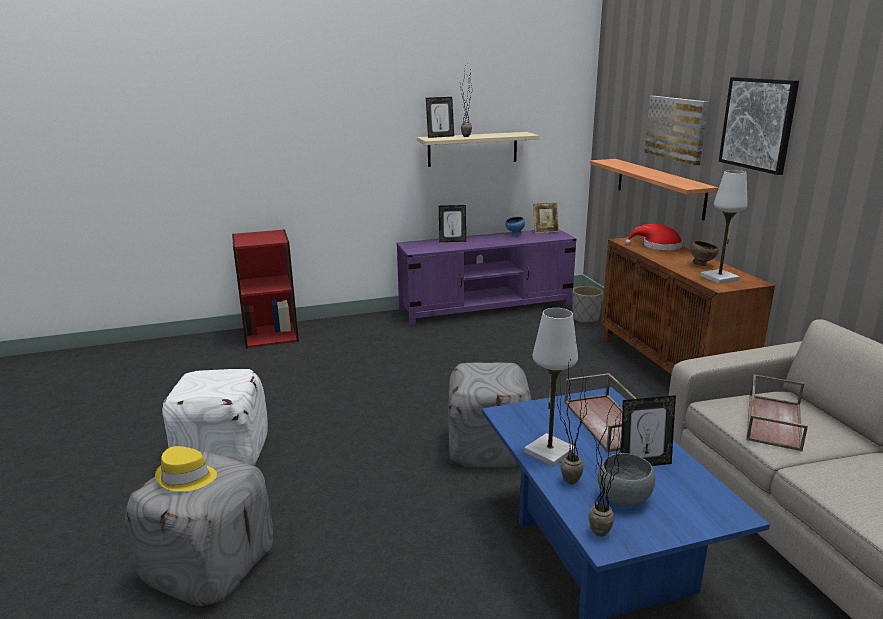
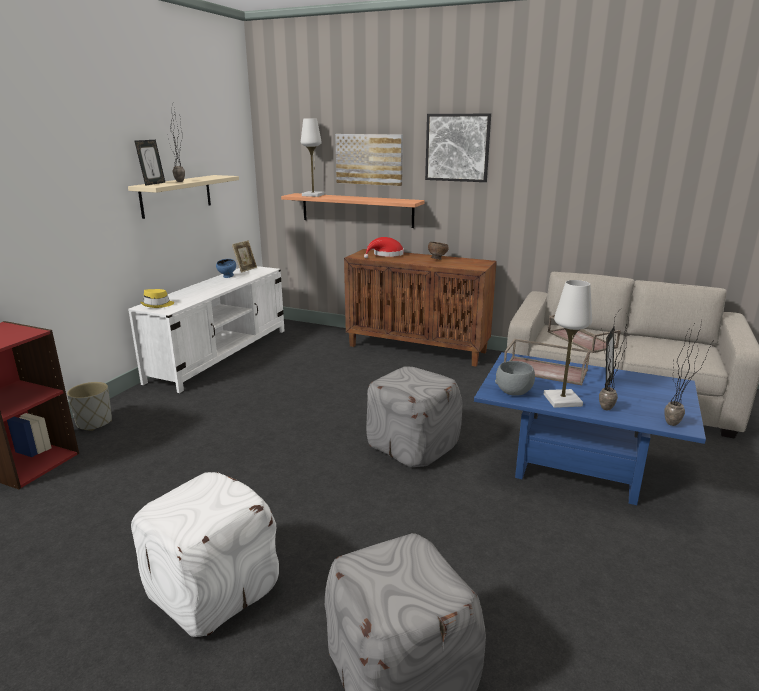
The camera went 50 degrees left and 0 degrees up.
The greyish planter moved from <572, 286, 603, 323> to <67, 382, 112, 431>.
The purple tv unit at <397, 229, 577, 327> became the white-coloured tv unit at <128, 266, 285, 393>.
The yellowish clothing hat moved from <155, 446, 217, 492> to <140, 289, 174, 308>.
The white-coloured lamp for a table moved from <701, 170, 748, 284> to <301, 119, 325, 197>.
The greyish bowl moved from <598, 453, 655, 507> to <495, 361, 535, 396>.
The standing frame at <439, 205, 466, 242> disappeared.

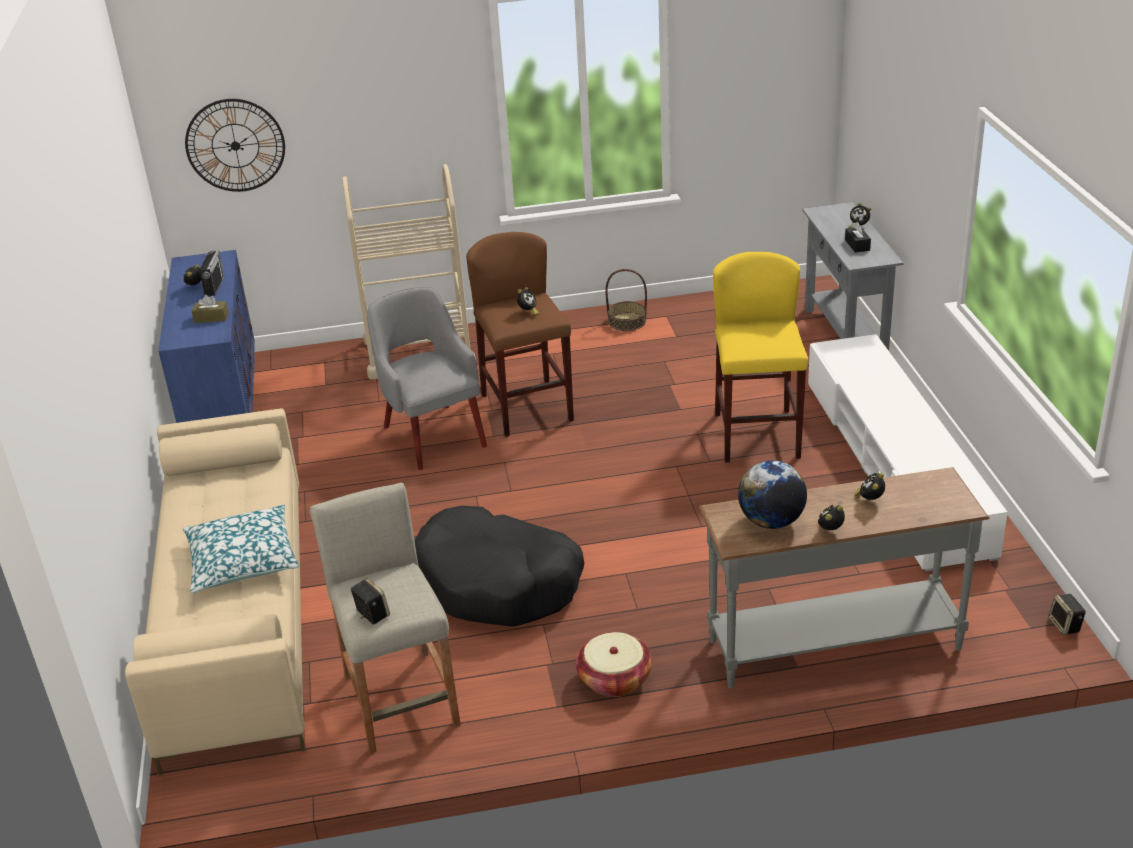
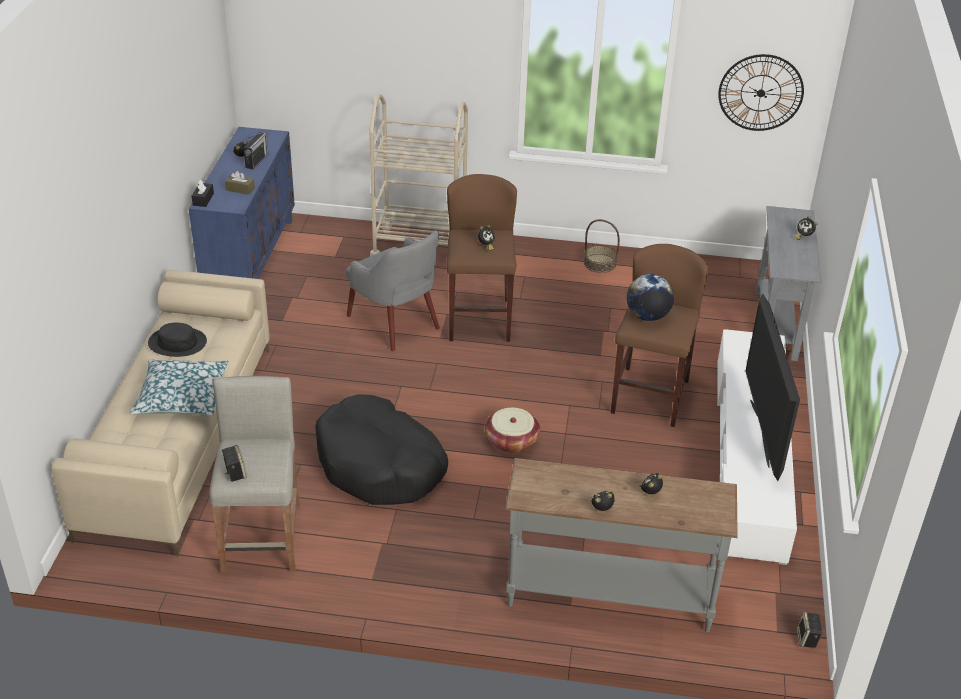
The camera went 15 degrees right and 5 degrees up.
The black-coloured clothing hat at <148, 323, 207, 357> appeared.
The black-coloured tissue box moved from <845, 222, 871, 253> to <192, 180, 214, 207>.
The greyish armchair at <367, 287, 487, 470> turned 150 degrees clockwise.
The basket moved from <576, 632, 652, 697> to <485, 407, 540, 453>.
The yellowish stool seat at <713, 252, 808, 463> became the brown stool seat at <611, 244, 708, 427>.
The desk globe moved from <738, 460, 807, 529> to <627, 274, 674, 321>.
The clock on the wall moved from <185, 99, 285, 192> to <718, 54, 804, 131>.
The TV set at <746, 293, 800, 481> appeared.

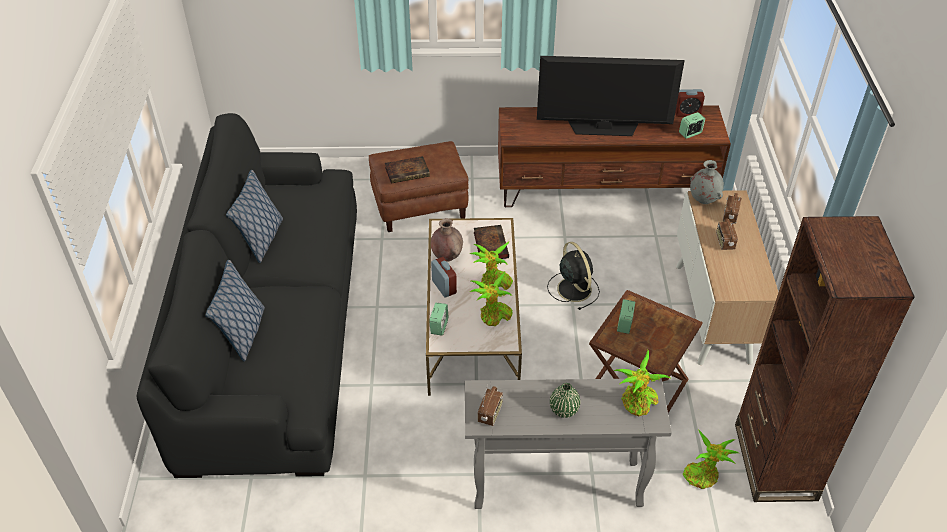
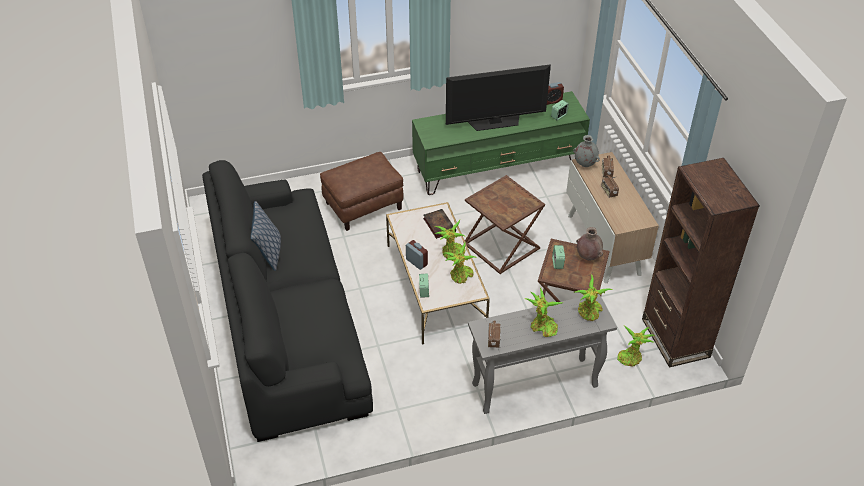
The camera went 15 degrees left and 0 degrees up.
The brown tv unit at <498, 105, 731, 207> became the green tv unit at <412, 91, 590, 195>.
The black-coloured fan at <547, 242, 600, 310> was replaced by the brown accent table at <465, 175, 545, 274>.
The green flower vase at <550, 383, 581, 418> was replaced by the houseplant at <525, 288, 564, 337>.
The brown flower vase moved from <431, 218, 463, 261> to <576, 227, 603, 260>.
The cushion at <205, 260, 265, 362> disappeared.
The volume at <385, 156, 430, 184> disappeared.

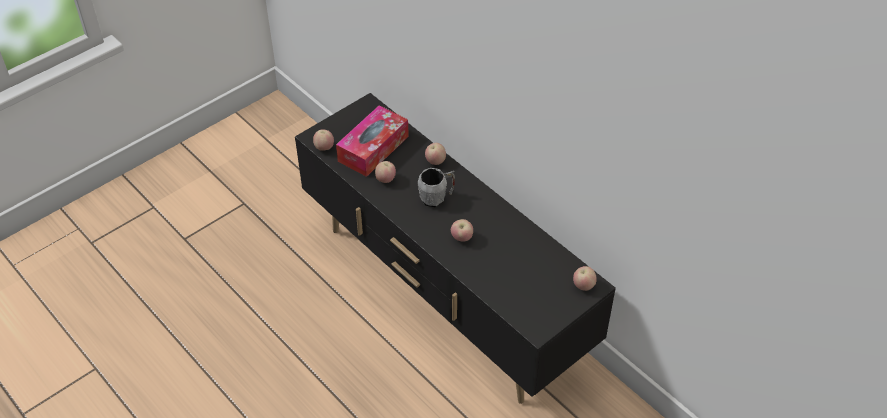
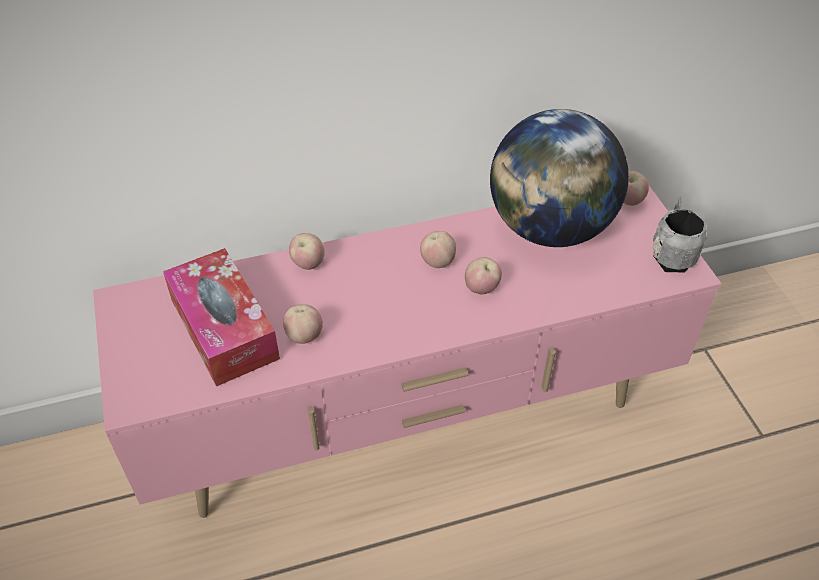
The camera went 65 degrees left and 0 degrees up.
The black-coloured tv unit at <295, 93, 616, 404> became the pinkish tv unit at <93, 186, 721, 518>.
The apple moved from <313, 129, 334, 151> to <420, 231, 456, 268>.
The desk globe at <490, 109, 629, 247> appeared.
The greyish coffee mug moved from <418, 168, 455, 208> to <653, 196, 707, 272>.

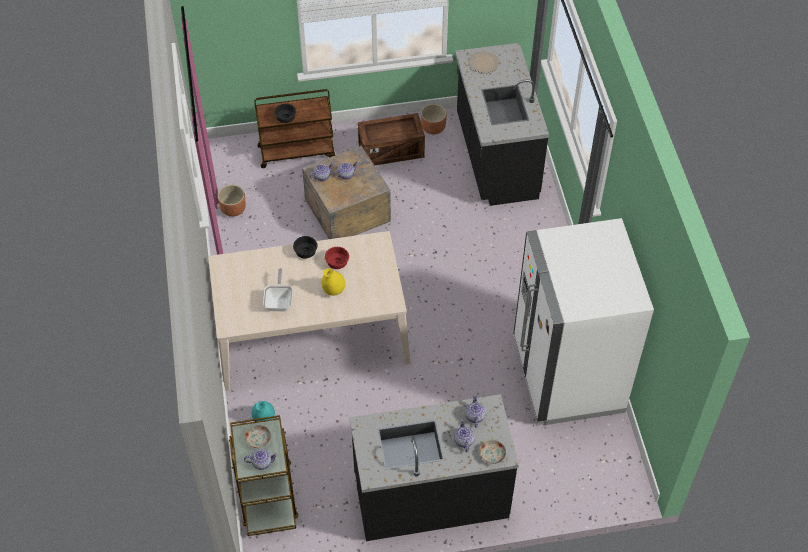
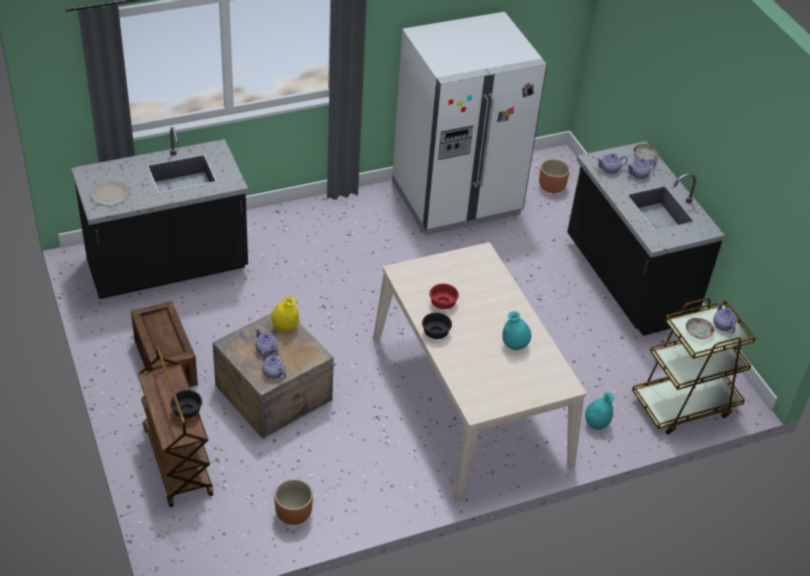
The camera went 105 degrees left and 10 degrees down.
The yellowish flower vase moved from <322, 268, 345, 296> to <271, 296, 299, 331>.
The pan at <263, 268, 293, 311> was replaced by the blue-green flower vase at <502, 311, 531, 350>.
The brown planter moved from <421, 104, 447, 134> to <539, 159, 570, 193>.

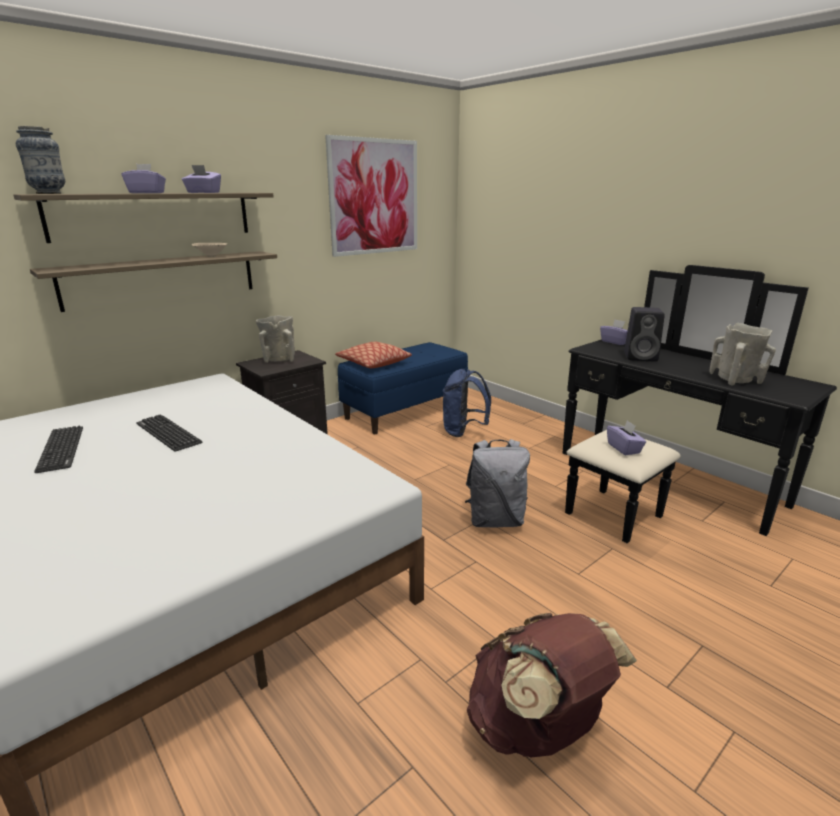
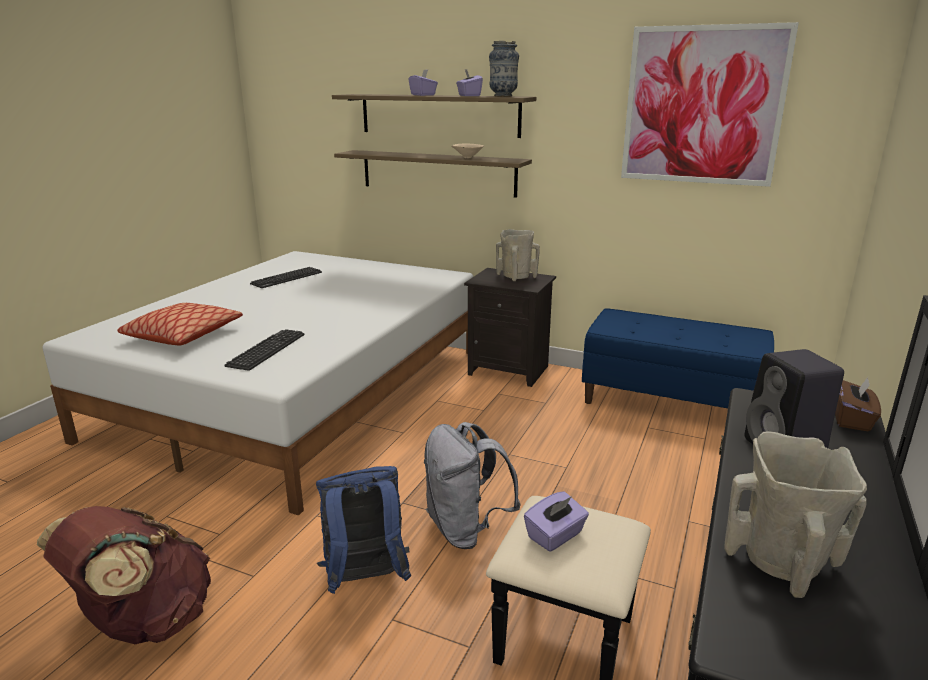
The camera went 65 degrees right and 0 degrees up.
The cushion moved from <335, 342, 412, 368> to <117, 303, 243, 346>.
The keyboard moved from <137, 415, 203, 452> to <224, 329, 305, 371>.
The blue-coloured backpack moved from <443, 369, 491, 437> to <316, 466, 412, 594>.
The flower vase moved from <16, 126, 65, 194> to <489, 41, 519, 96>.
The purple tissue box at <600, 320, 628, 345> became the brown tissue box at <835, 377, 881, 431>.

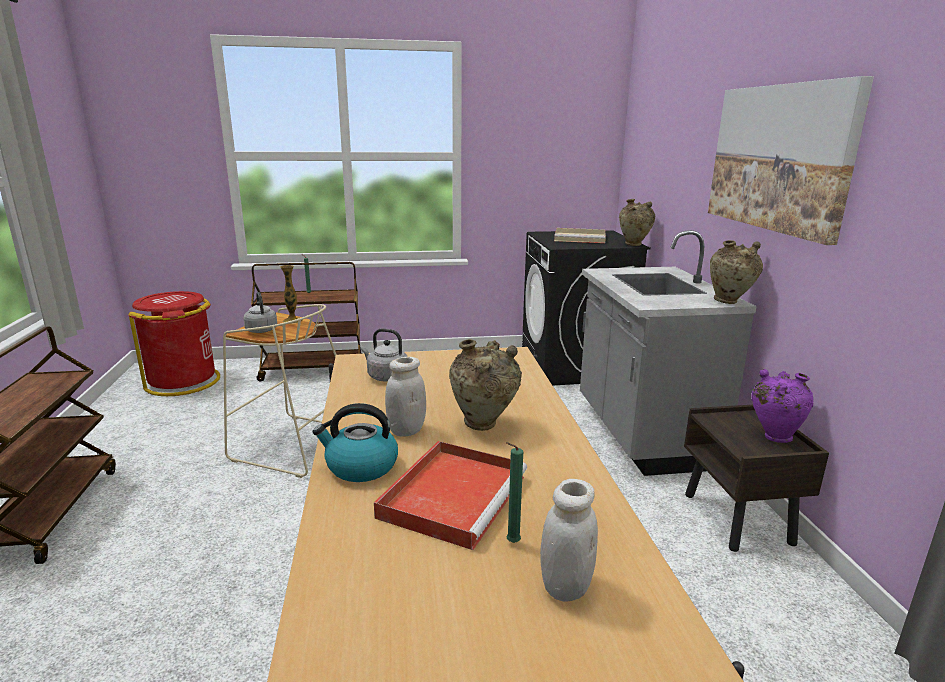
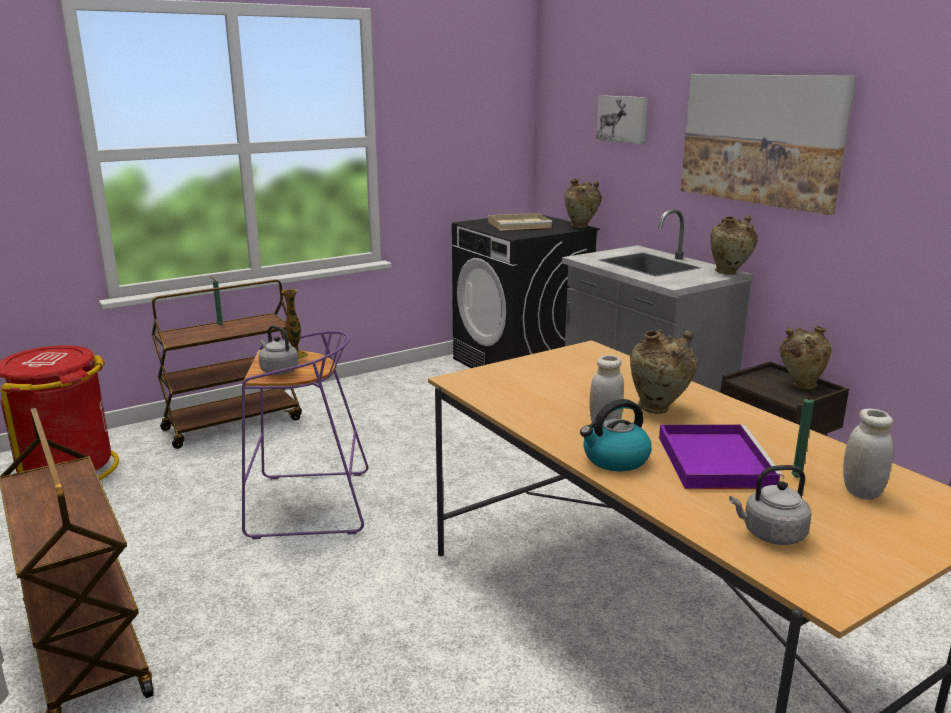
The camera went 25 degrees left and 0 degrees up.
The sand-coloured stool seat at <223, 304, 337, 478> became the purple stool seat at <242, 331, 368, 539>.
The wall picture at <596, 95, 648, 144> appeared.
The reddish carrying tray at <374, 441, 527, 550> became the purple carrying tray at <659, 424, 784, 489>.
The greyish tea kettle moved from <360, 329, 407, 382> to <729, 465, 812, 545>.
The purple flower vase at <751, 369, 813, 443> became the sand-coloured flower vase at <779, 326, 832, 389>.

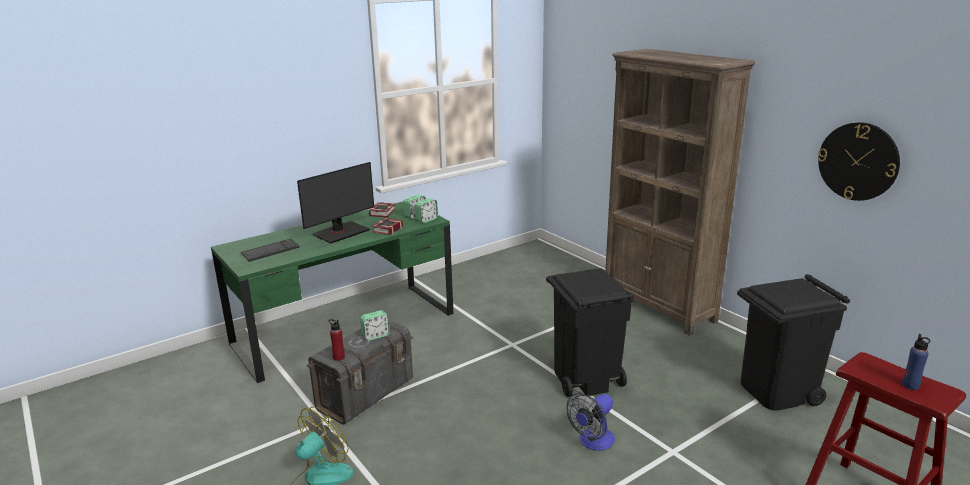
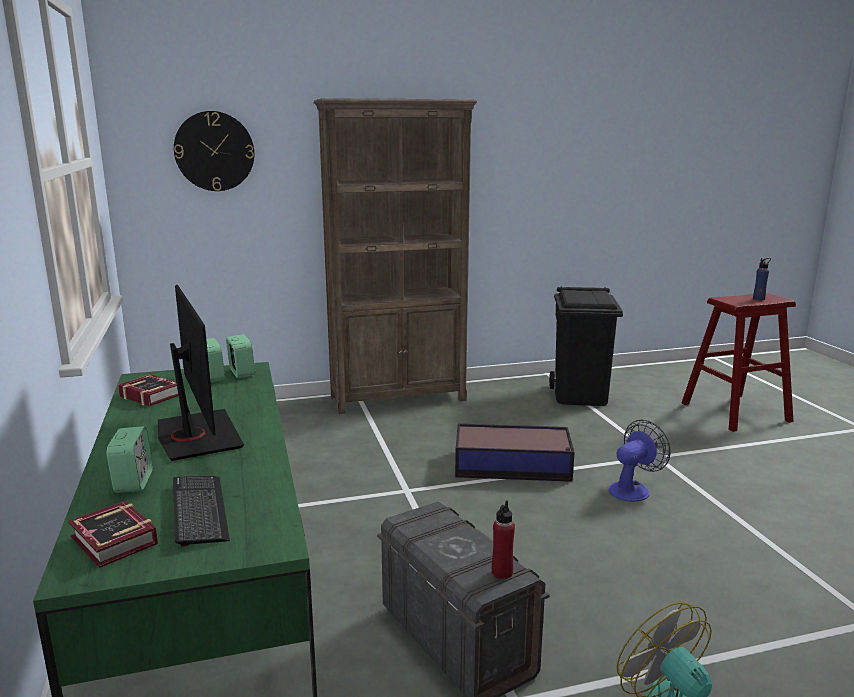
The camera went 70 degrees left and 5 degrees down.
The volume moved from <372, 218, 403, 235> to <68, 501, 158, 568>.
The bedside clock moved from <360, 310, 390, 341> to <106, 426, 153, 493>.
The clock on the wall moved from <818, 122, 900, 201> to <174, 111, 254, 191>.
The black-coloured trash can at <546, 268, 634, 397> was replaced by the storage box at <455, 424, 575, 482>.
The fan at <566, 393, 615, 451> turned 105 degrees counterclockwise.

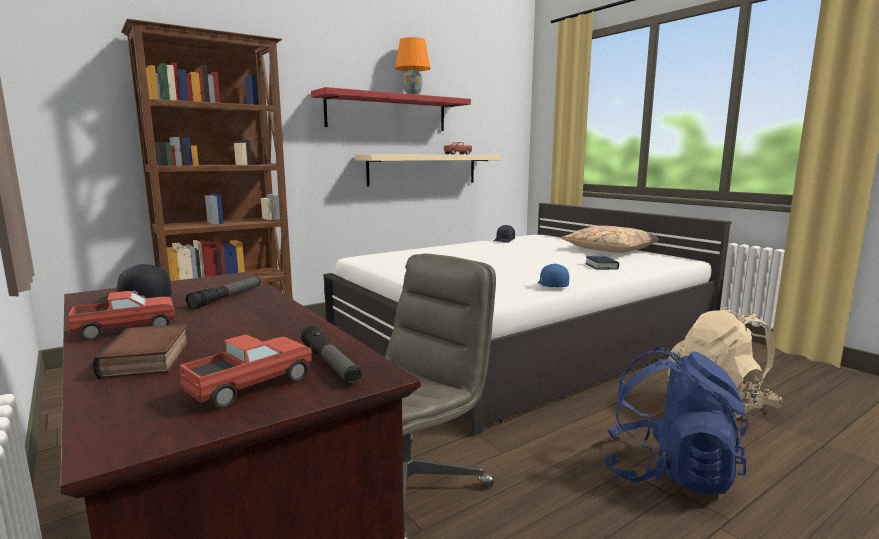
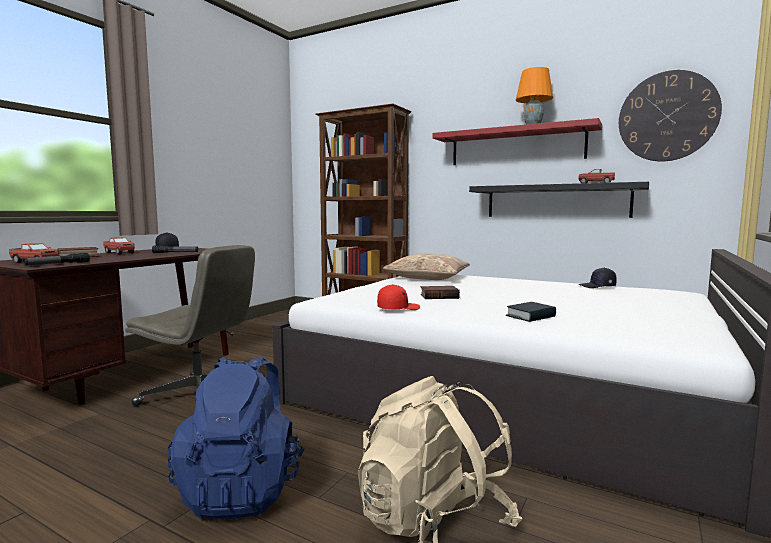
The camera went 65 degrees right and 5 degrees down.
The blue-coloured peaked cap at <538, 264, 569, 287> became the reddish peaked cap at <377, 284, 420, 310>.
The sand-coloured cushion moved from <561, 225, 659, 253> to <383, 253, 470, 280>.
The volume at <420, 286, 460, 299> appeared.
The sand-coloured bracket shelf at <355, 155, 500, 187> became the black-coloured bracket shelf at <469, 182, 649, 218>.
The clock on the wall at <619, 70, 722, 162> appeared.

